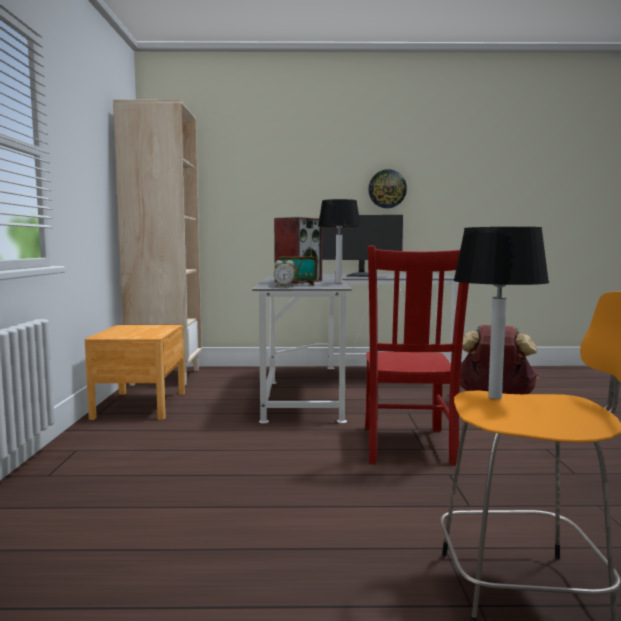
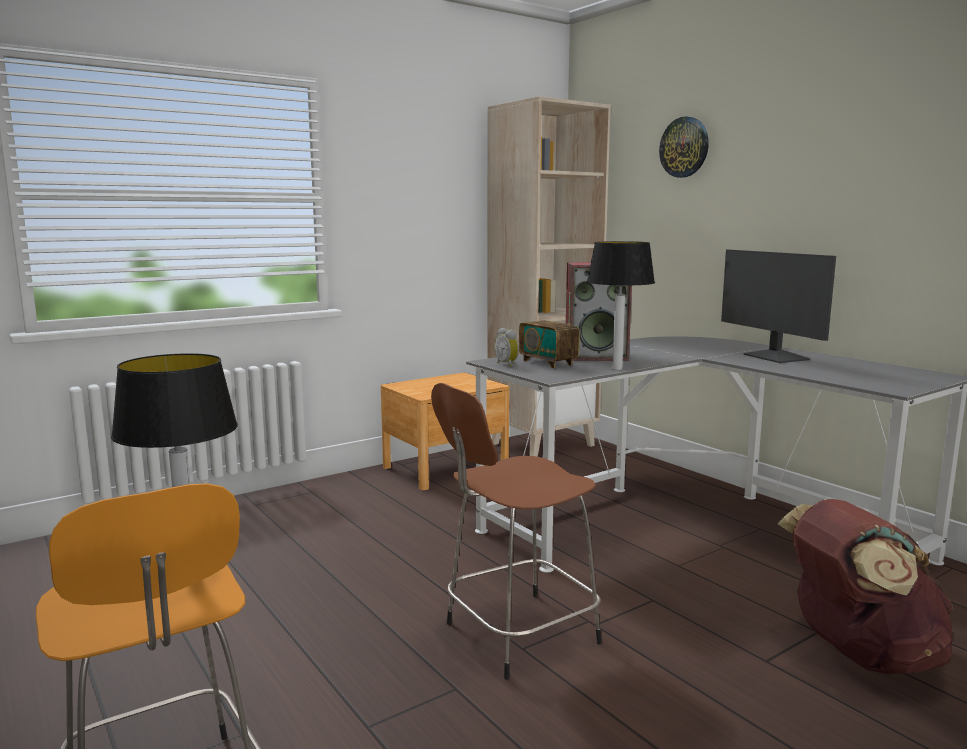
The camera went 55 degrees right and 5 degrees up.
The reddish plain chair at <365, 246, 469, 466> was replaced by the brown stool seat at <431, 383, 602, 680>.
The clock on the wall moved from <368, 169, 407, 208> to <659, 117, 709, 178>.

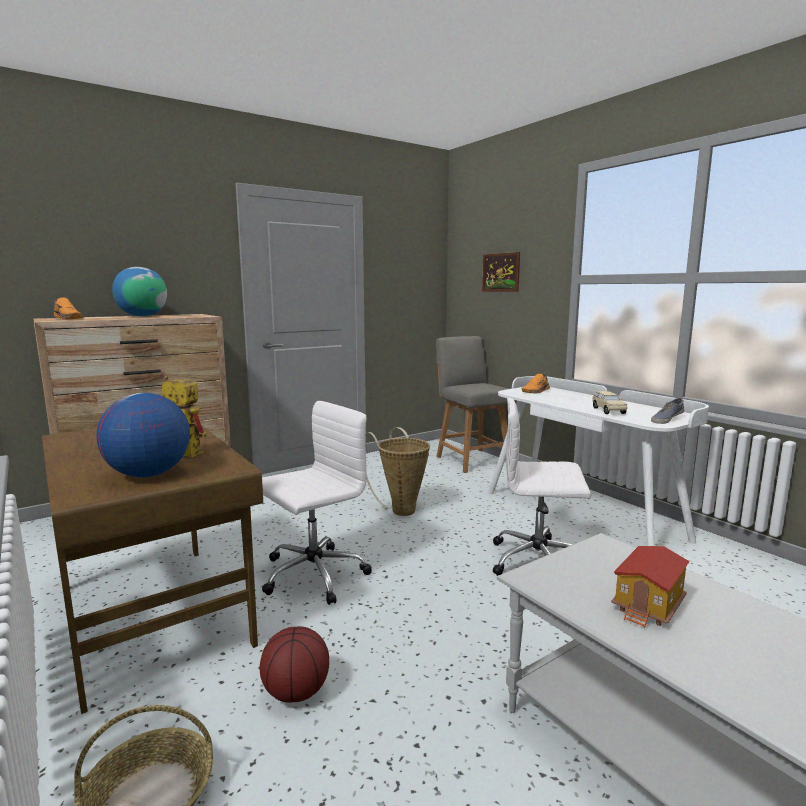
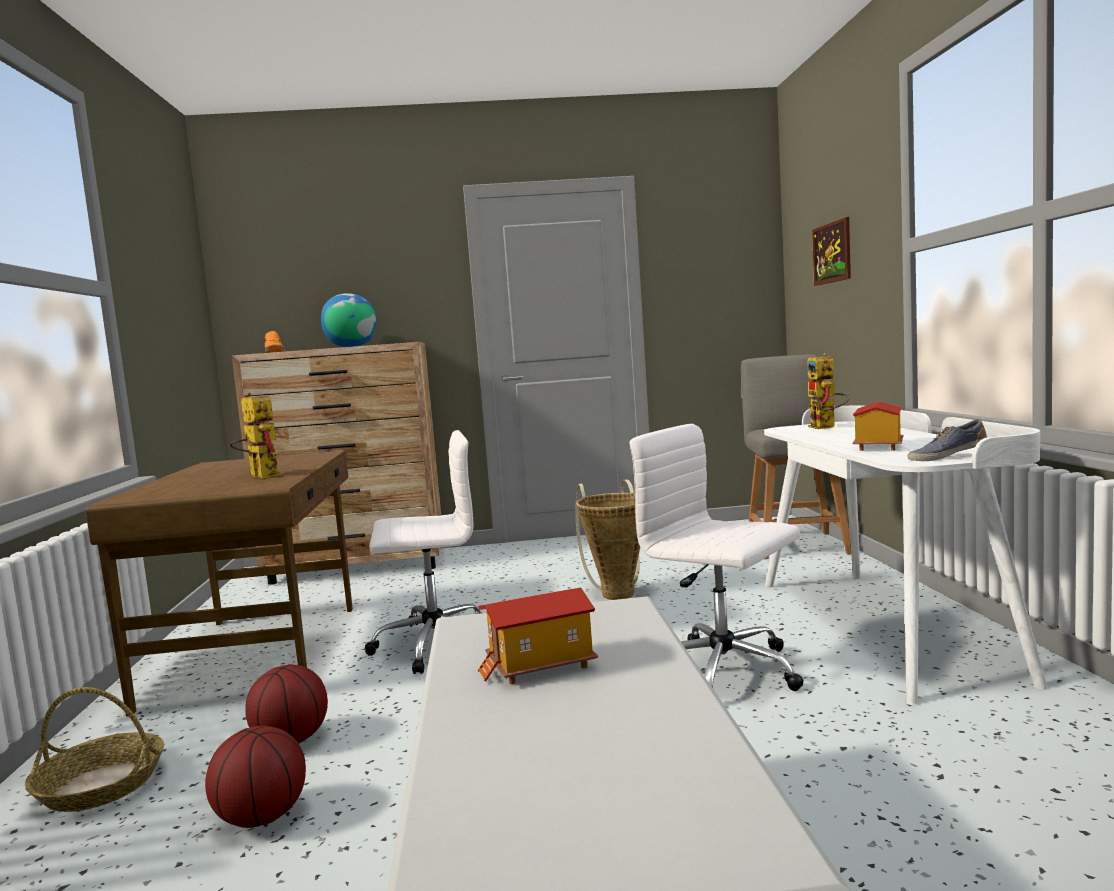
The camera went 30 degrees right and 5 degrees down.
The basketball ball at <205, 726, 306, 828> appeared.
The orange item of footwear at <522, 374, 550, 394> was replaced by the model robot at <807, 353, 849, 429>.
The sand-coloured miniature car at <592, 391, 628, 414> was replaced by the miniature house at <853, 401, 903, 451>.
The desk globe at <96, 393, 190, 477> disappeared.

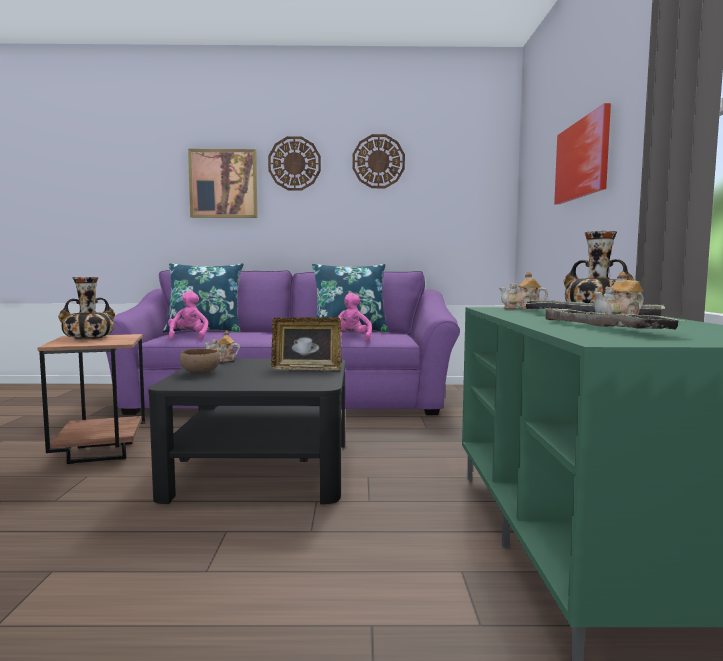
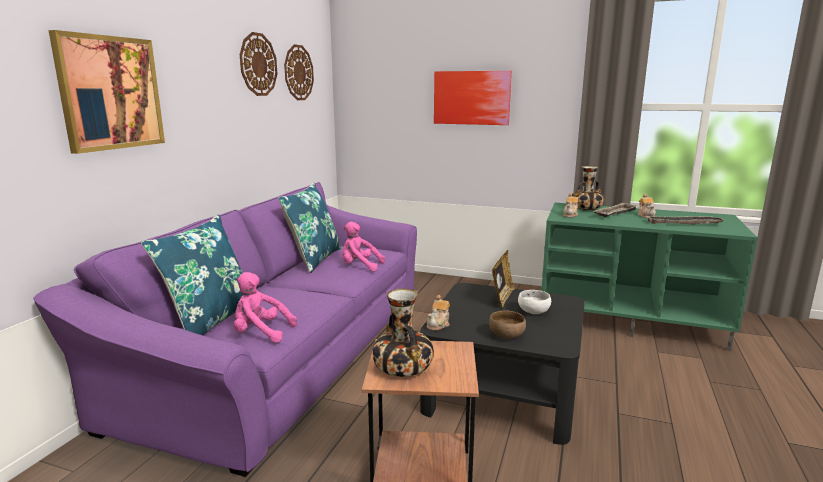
The camera went 70 degrees left and 10 degrees up.
The clock on the wall moved from <268, 136, 321, 190> to <284, 44, 314, 100>.
The white-coloured bowl at <518, 290, 551, 314> appeared.

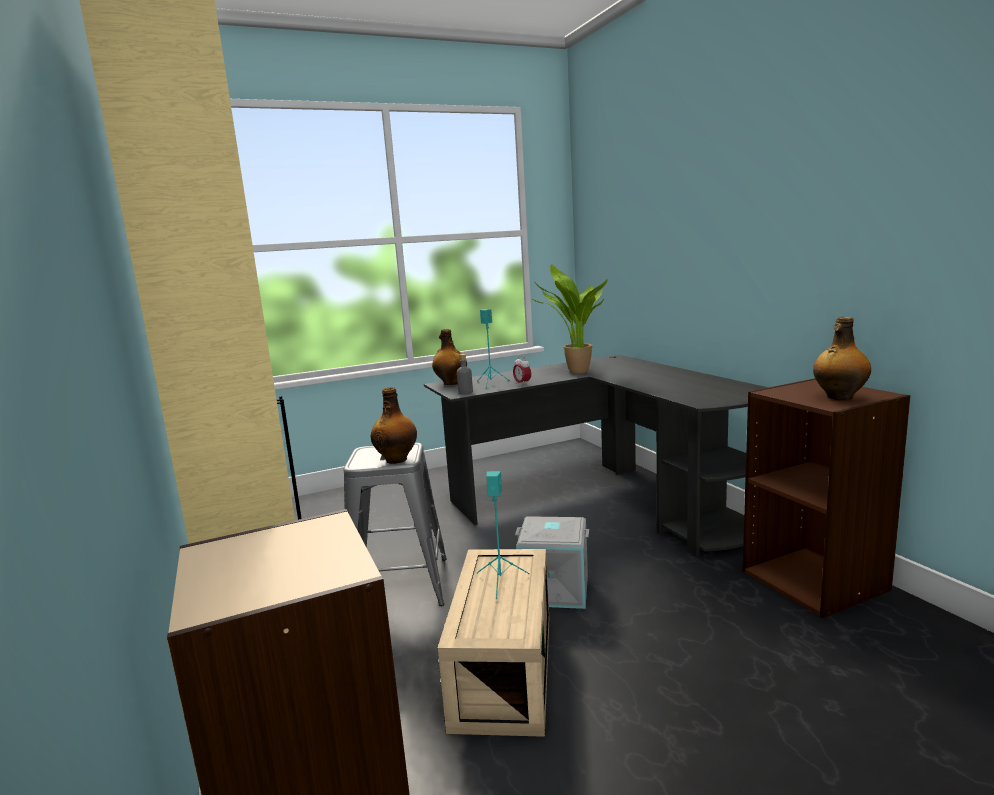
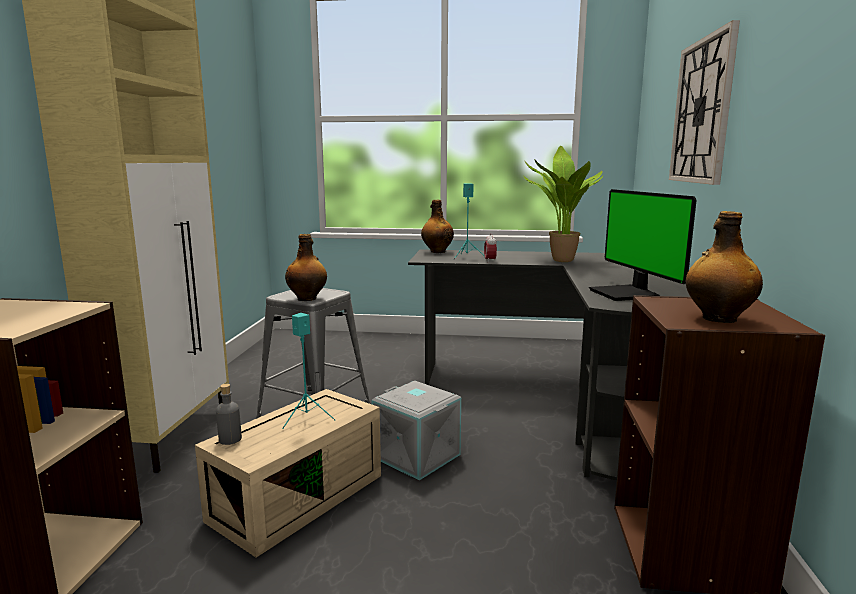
The camera went 30 degrees right and 0 degrees up.
The greyish drink bottle moved from <457, 354, 473, 395> to <216, 384, 242, 445>.
The computer screen at <589, 189, 697, 301> appeared.
The clock on the wall at <669, 20, 740, 185> appeared.

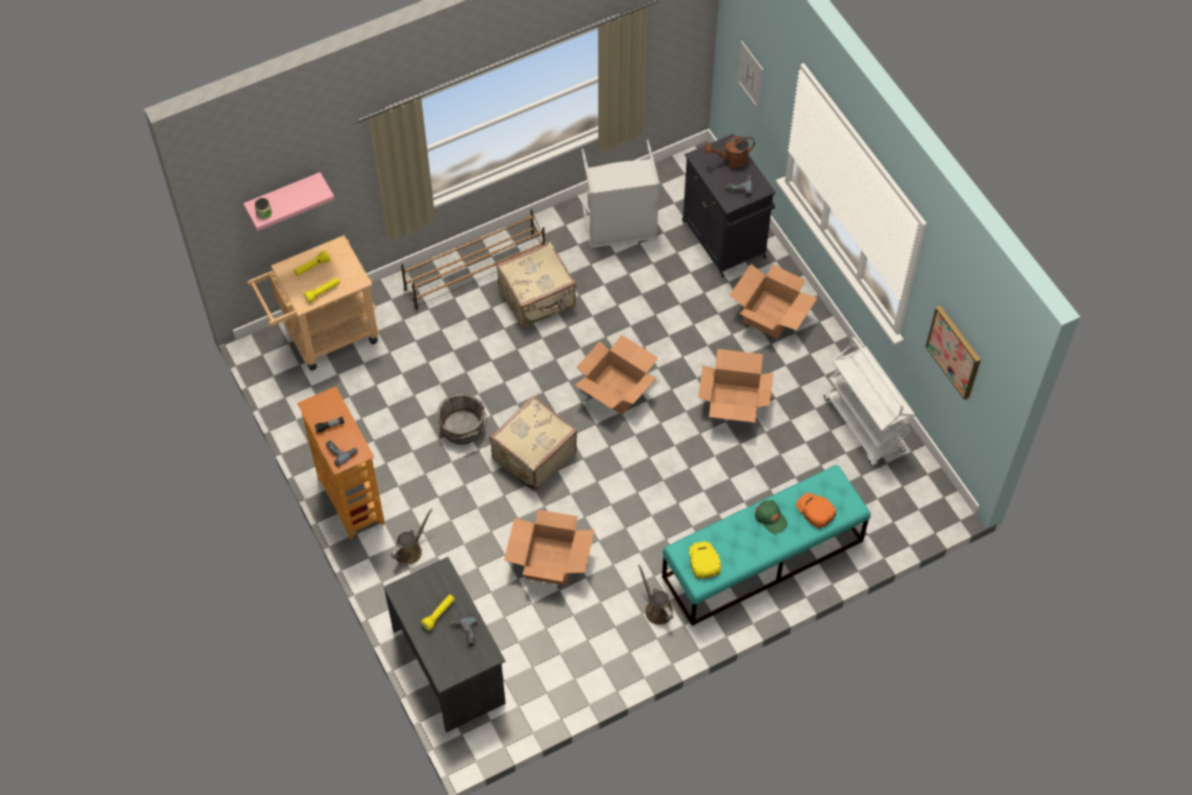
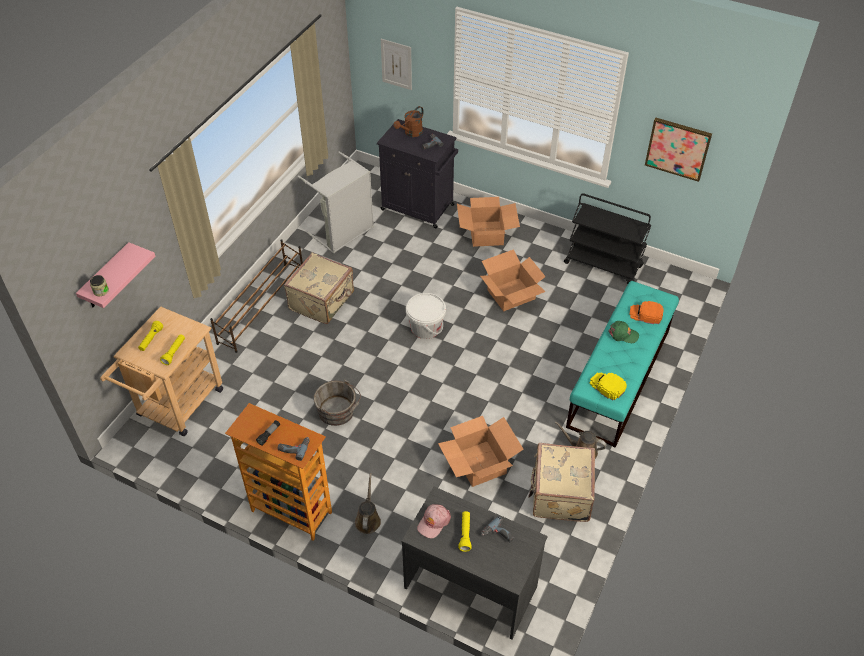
The camera went 35 degrees left and 10 degrees down.
The packing box at <575, 335, 658, 415> was replaced by the white-coloured bucket at <406, 293, 446, 339>.
The pinkish peaked cap at <417, 504, 451, 538> appeared.
The sand-coloured piece of luggage moved from <490, 396, 577, 492> to <528, 443, 595, 522>.
The white-coloured cart at <824, 337, 915, 467> became the black-coloured cart at <564, 193, 651, 284>.

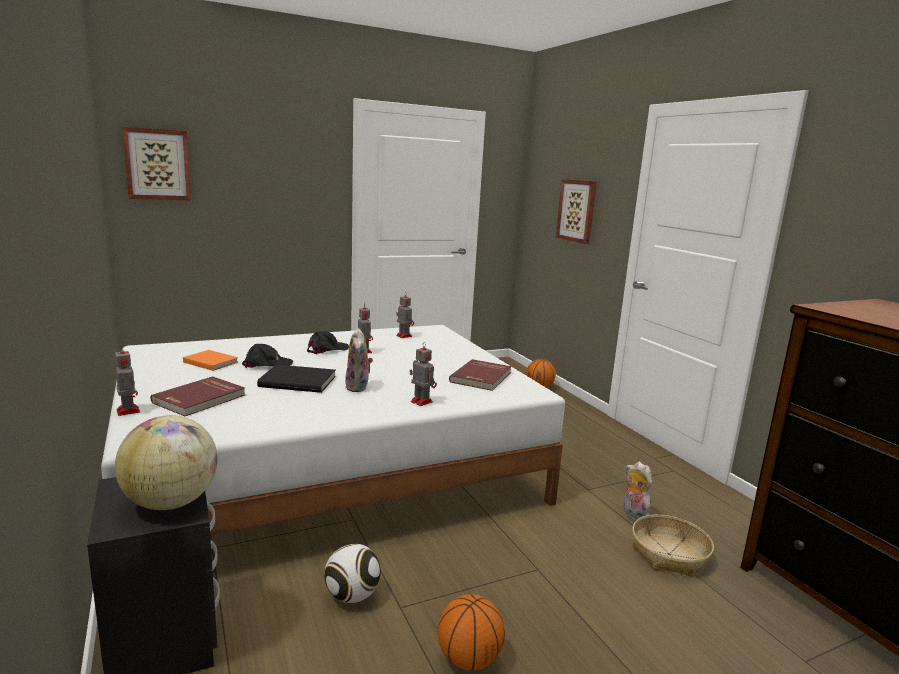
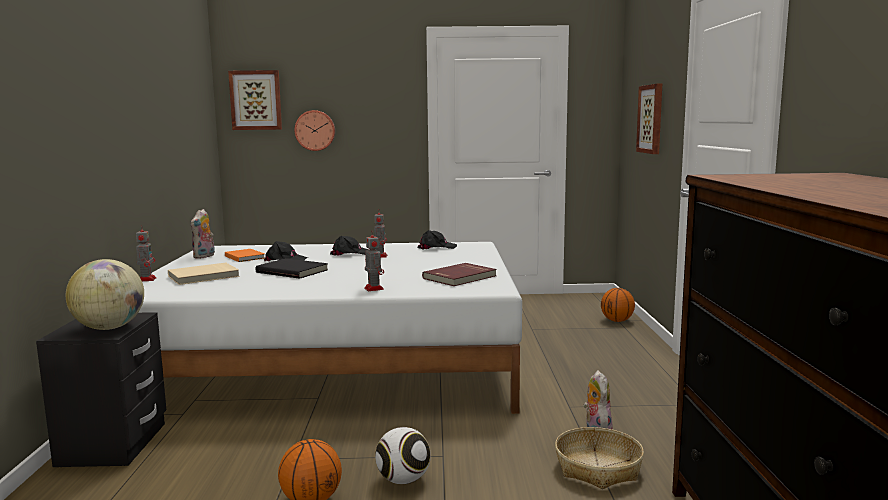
The camera went 25 degrees right and 5 degrees down.
The reddish volume at <150, 376, 245, 416> became the sand-coloured volume at <168, 263, 240, 285>.
The cuddly toy moved from <345, 328, 373, 392> to <190, 209, 215, 259>.
The clock on the wall at <294, 110, 335, 151> appeared.
The football moved from <324, 543, 381, 603> to <375, 427, 431, 484>.
The model robot at <396, 295, 414, 338> was replaced by the black-coloured peaked cap at <418, 230, 457, 250>.

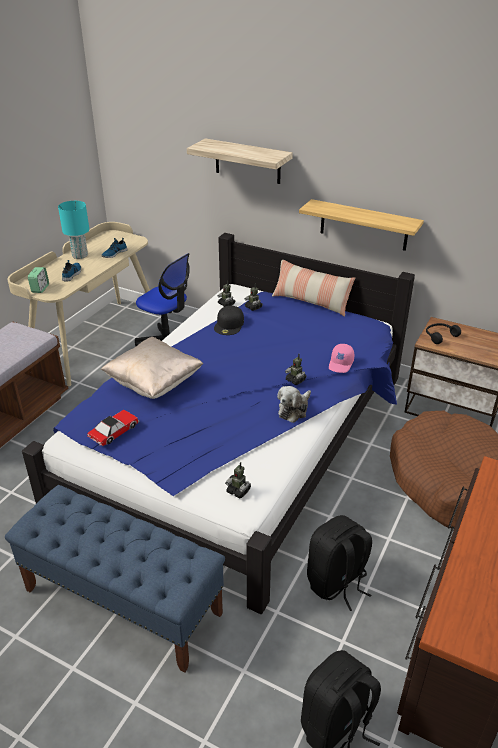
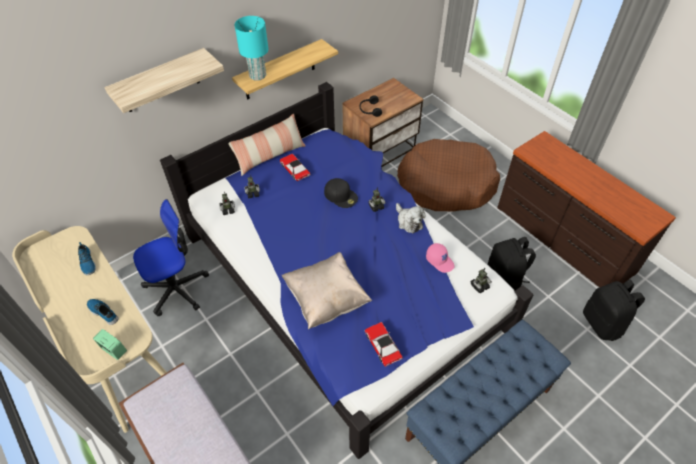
The camera went 65 degrees left and 15 degrees up.
The blue-green lamp for a table moved from <58, 201, 89, 259> to <235, 16, 268, 81>.
The miniature car at <280, 154, 311, 181> appeared.
The black-coloured peaked cap moved from <214, 306, 244, 335> to <324, 178, 358, 208>.
The pinkish peaked cap moved from <329, 344, 354, 373> to <426, 243, 455, 273>.

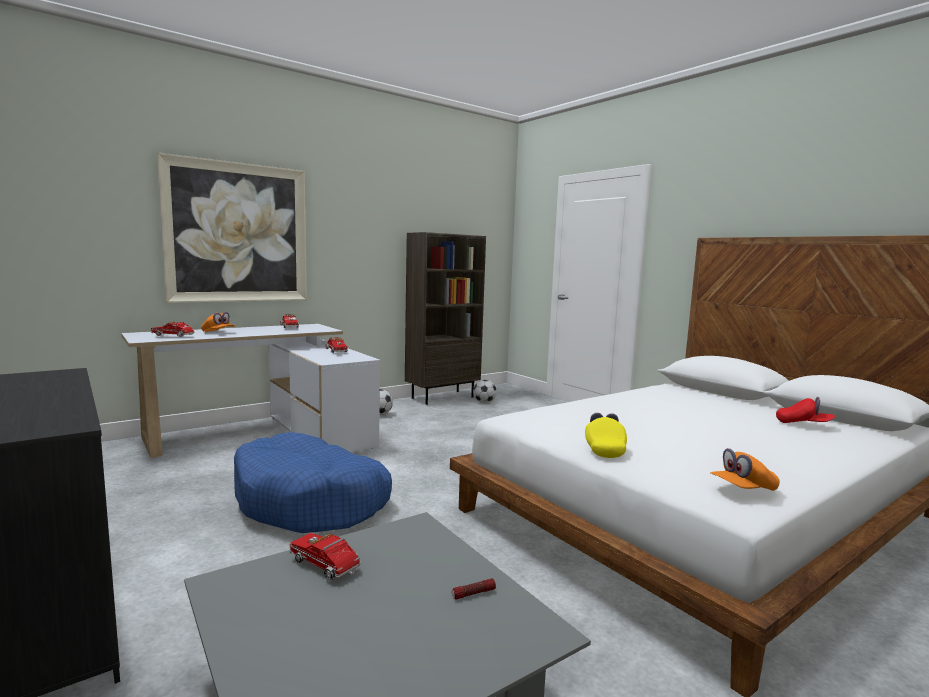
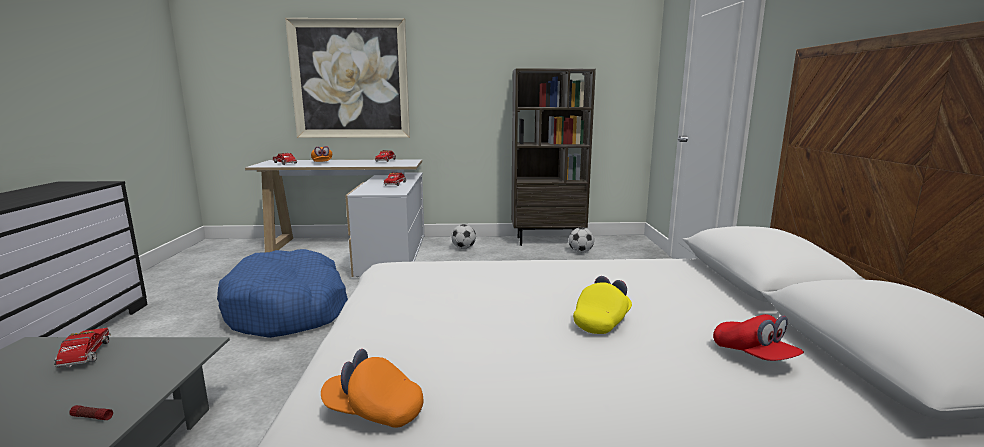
The camera went 35 degrees right and 5 degrees up.
The yellowish peaked cap moved from <585, 413, 627, 458> to <573, 276, 632, 334>.

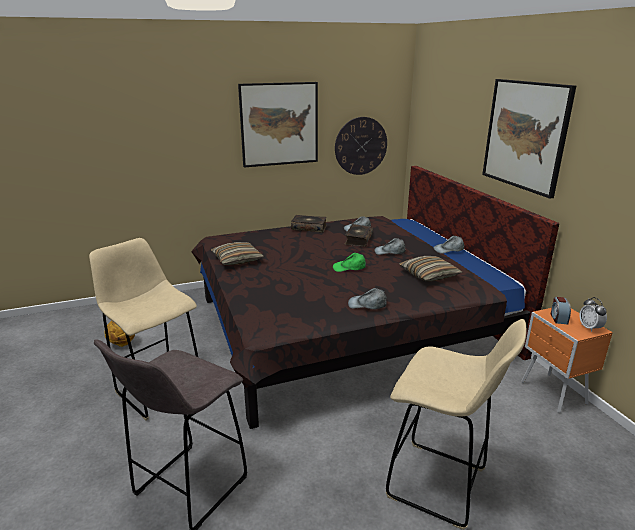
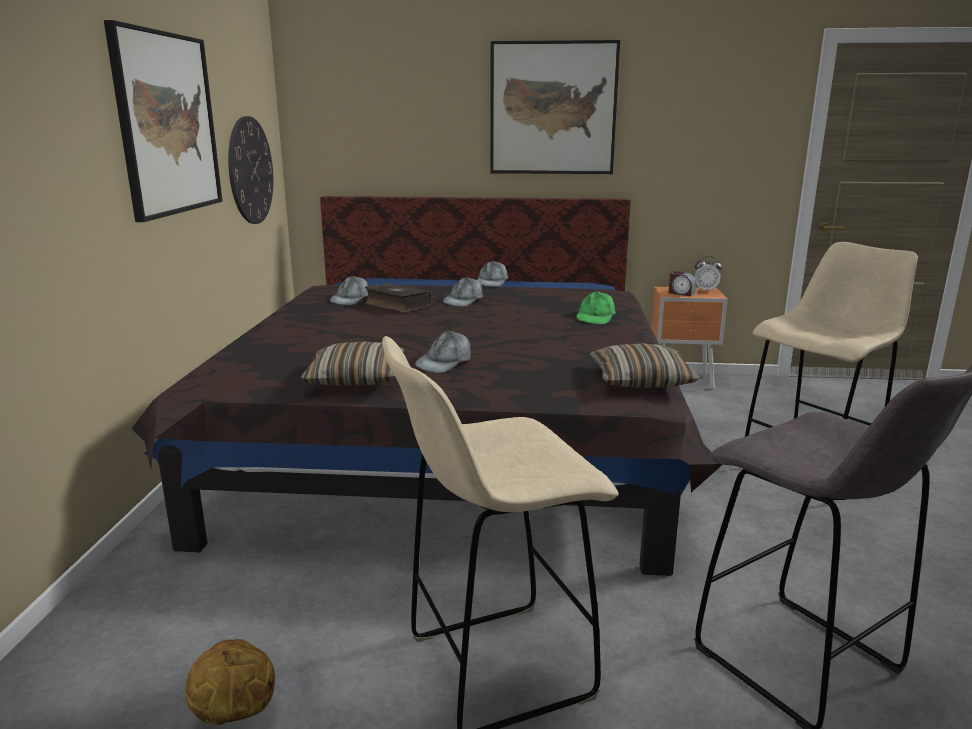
The camera went 65 degrees left and 5 degrees down.
The greyish peaked cap moved from <348, 288, 387, 309> to <415, 331, 471, 373>.
The green peaked cap moved from <333, 253, 366, 272> to <577, 292, 616, 324>.
The cushion moved from <399, 256, 462, 281> to <590, 343, 699, 388>.
The volume at <291, 215, 326, 233> disappeared.

